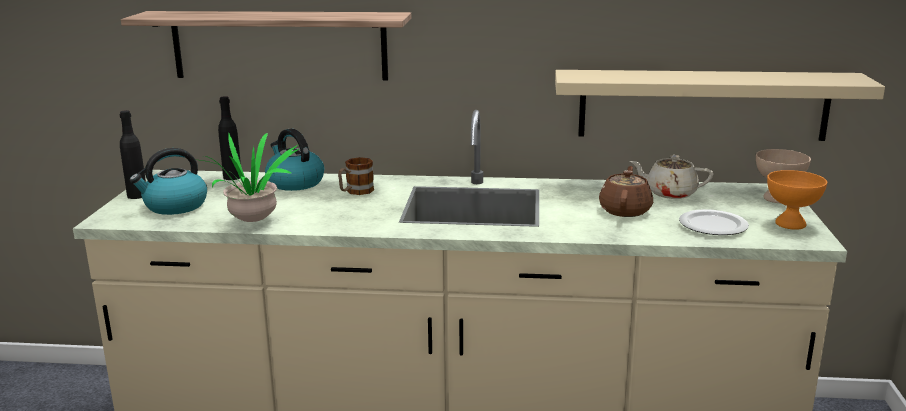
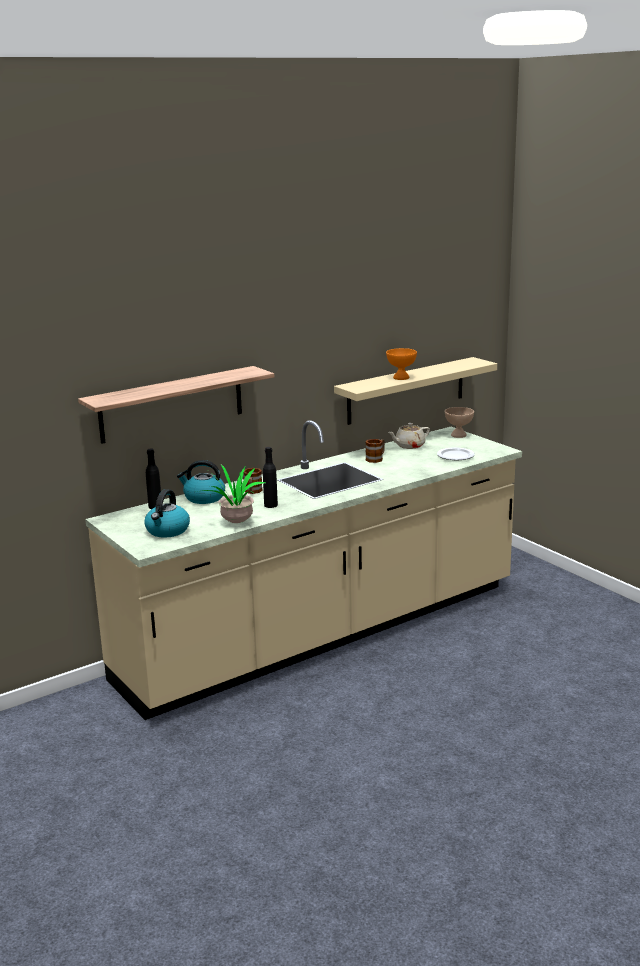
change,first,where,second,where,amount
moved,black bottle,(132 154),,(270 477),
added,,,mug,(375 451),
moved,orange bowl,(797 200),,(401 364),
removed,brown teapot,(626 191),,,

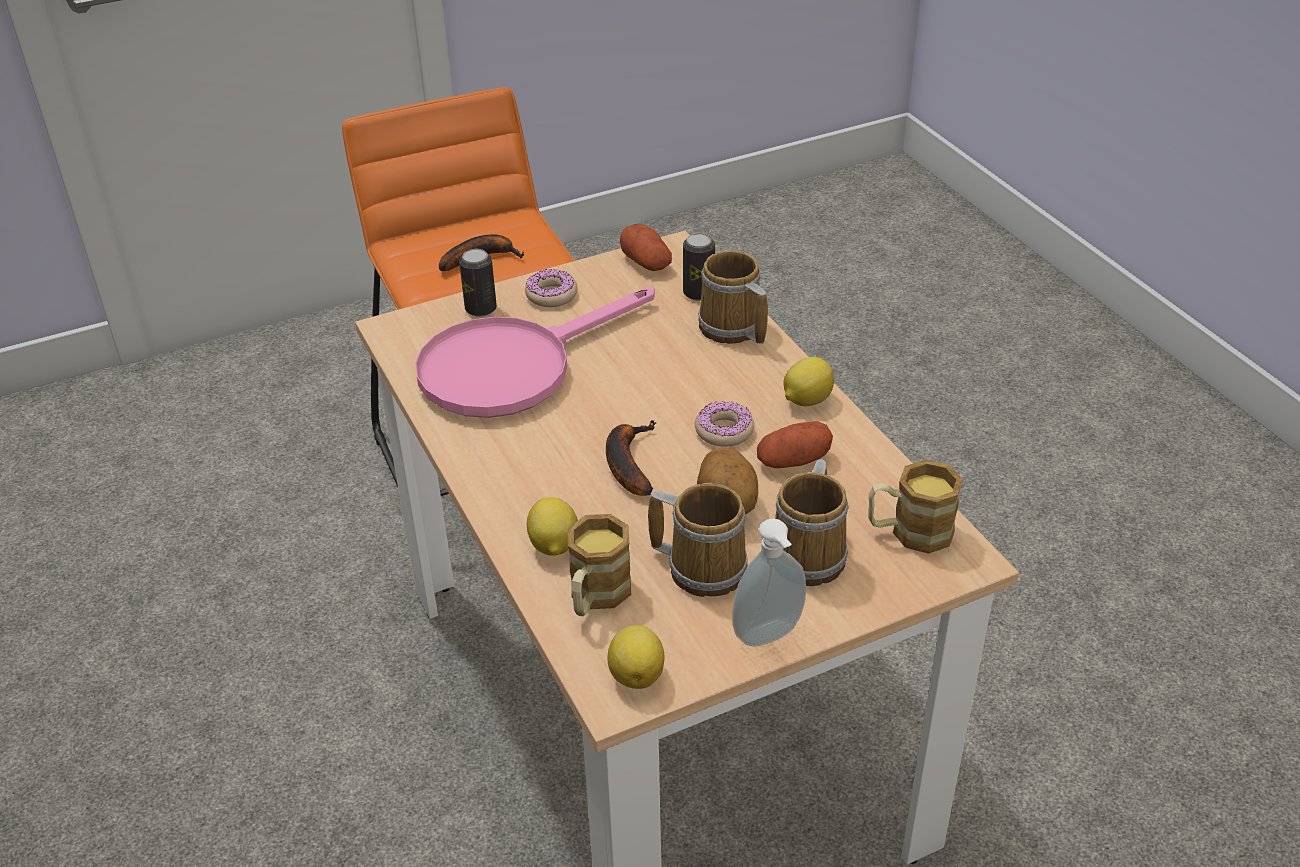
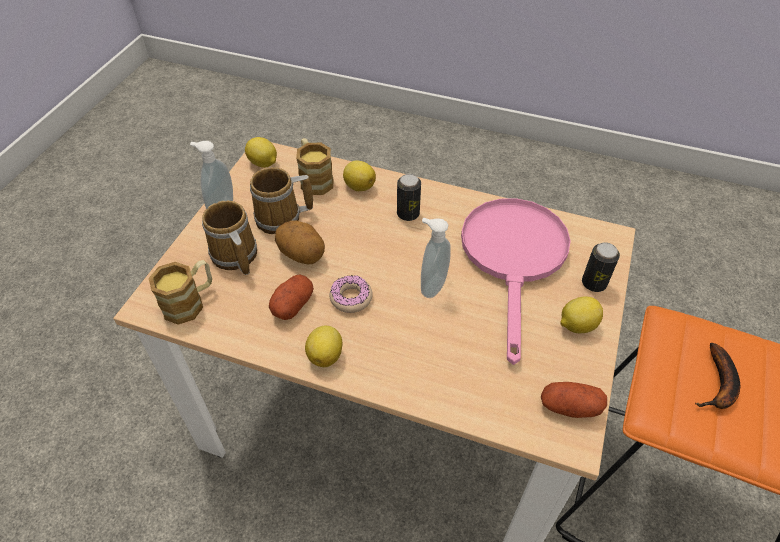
change,first,where,second,where,amount
moved,can,(699 267),,(409 197),
added,,,soap dispenser,(436 258),
replaced,donut,(551 288),lemon,(582 314),
removed,banana,(631 458),,,
removed,mug,(733 297),,,

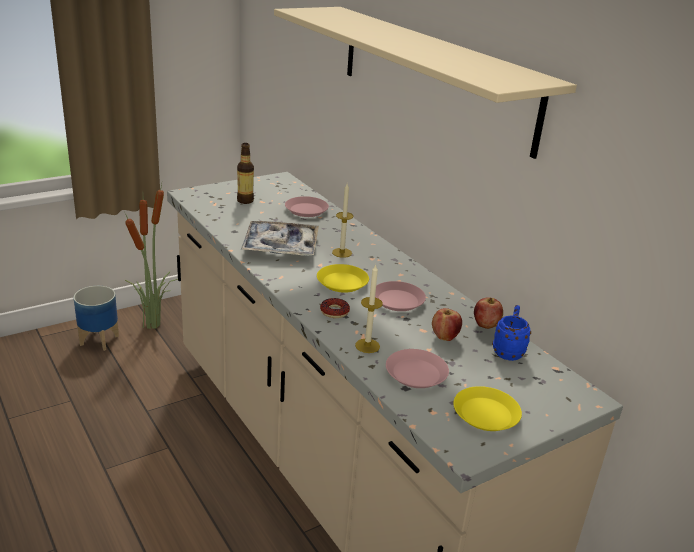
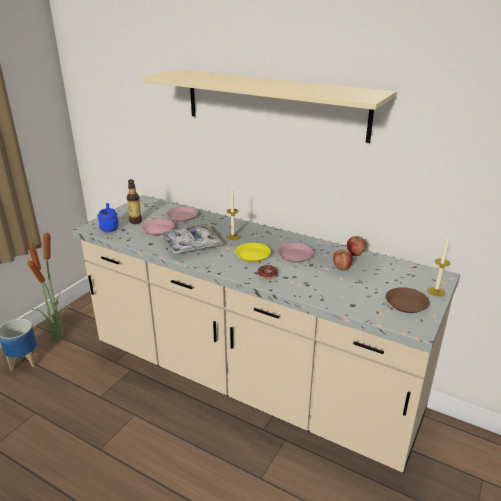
change,first,where,second,where,amount
moved,blue mug,(511 333),,(108 217),
moved,pink plate,(417 368),,(158 227),
recoloured,yellow plate,(487 408),brown plate,(407 300),
moved,candle,(369 308),,(438 266),

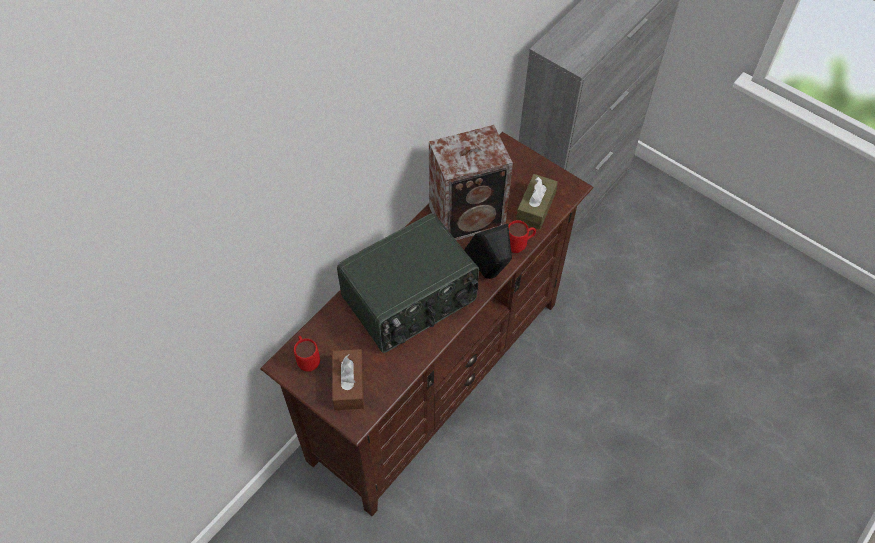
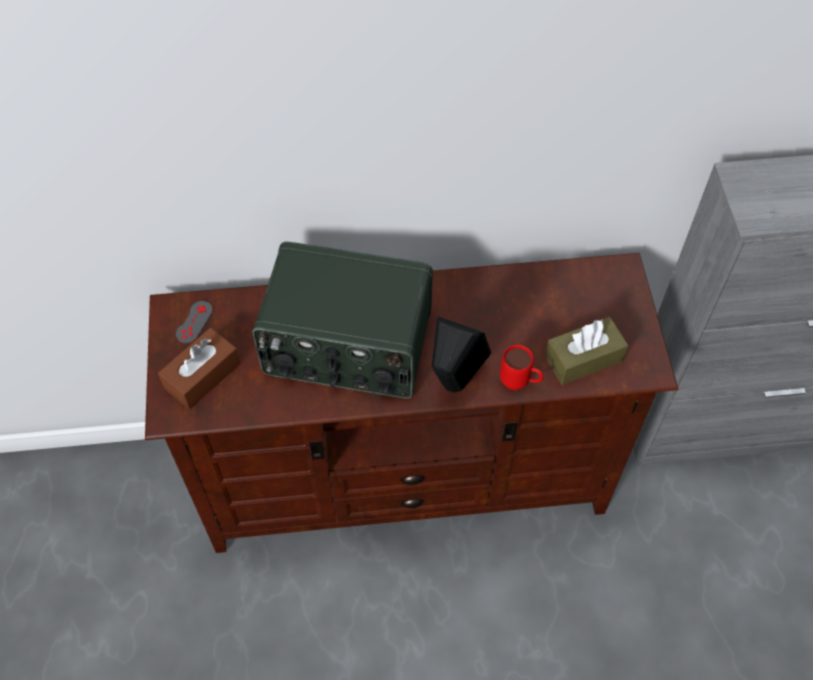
change,first,where,second,where,amount
replaced,red mug,(307 353),grey game controller,(194 322),
removed,speaker,(471 182),,,

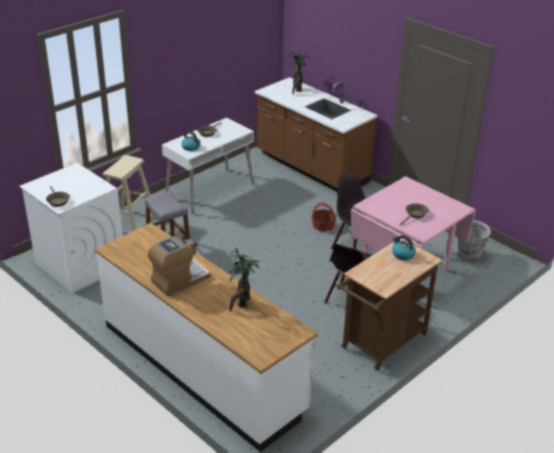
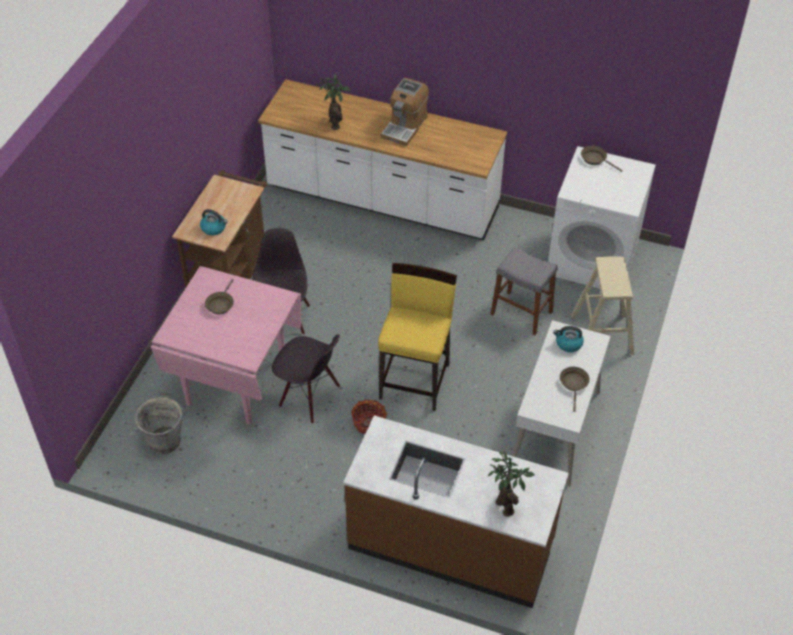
change,first,where,second,where,amount
added,,,yellow stool,(417 337),

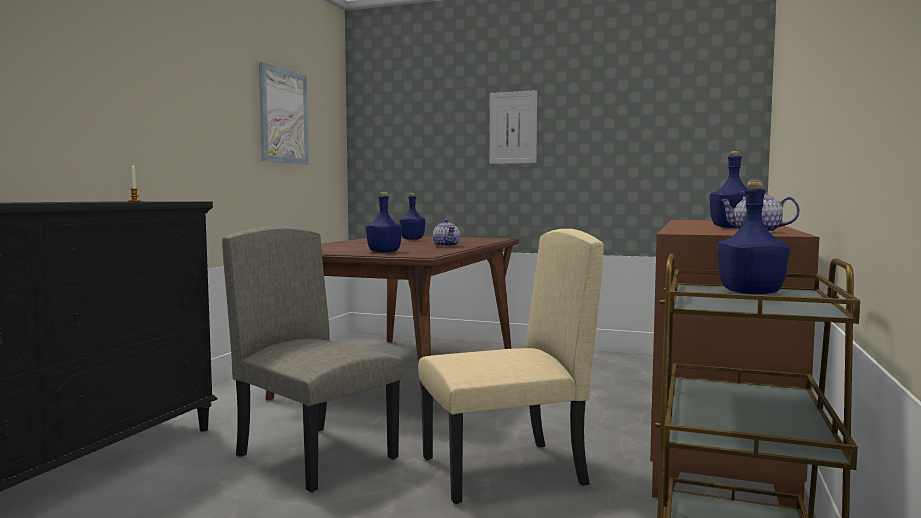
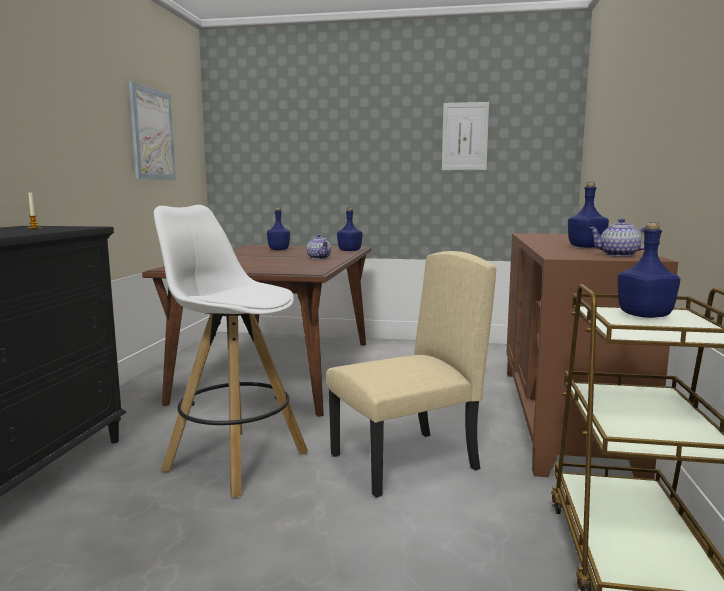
change,first,where,second,where,amount
replaced,beige chair,(312 359),white stool,(231 351),
moved,blue bottle,(384 221),,(349 229),
moved,picture,(513 127),,(465 136),

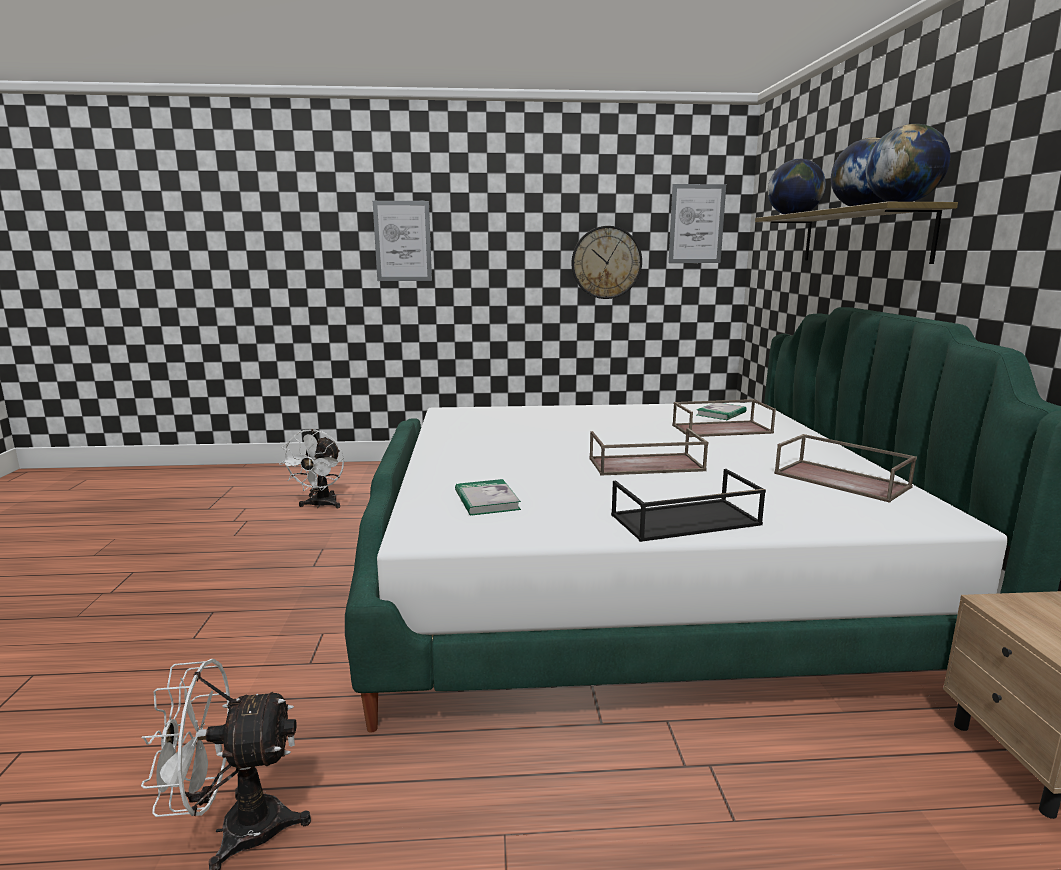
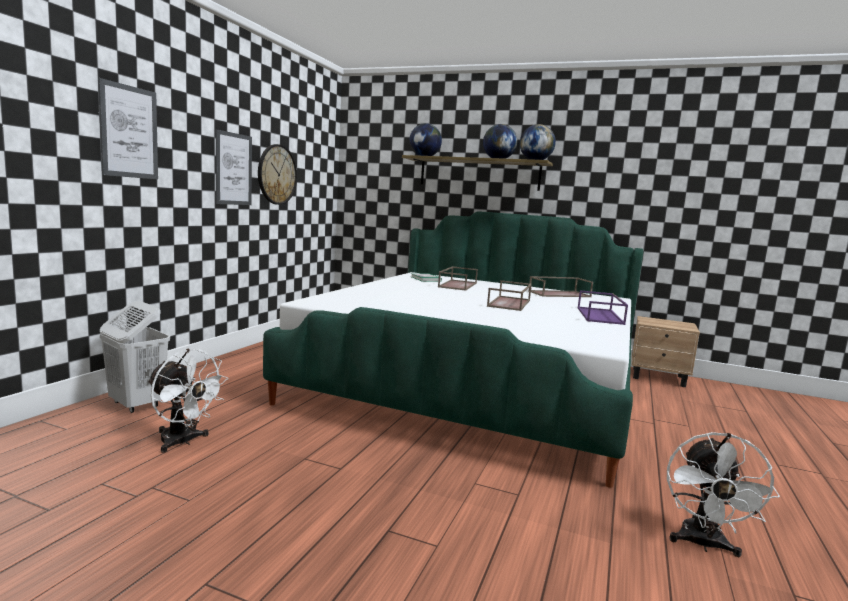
change,first,where,second,where,amount
added,,,white laundry basket,(135 357),
moved,picture,(697 223),,(234 167),
recoloured,black tray,(688 505),purple tray,(603 307),
removed,book,(488 497),,,

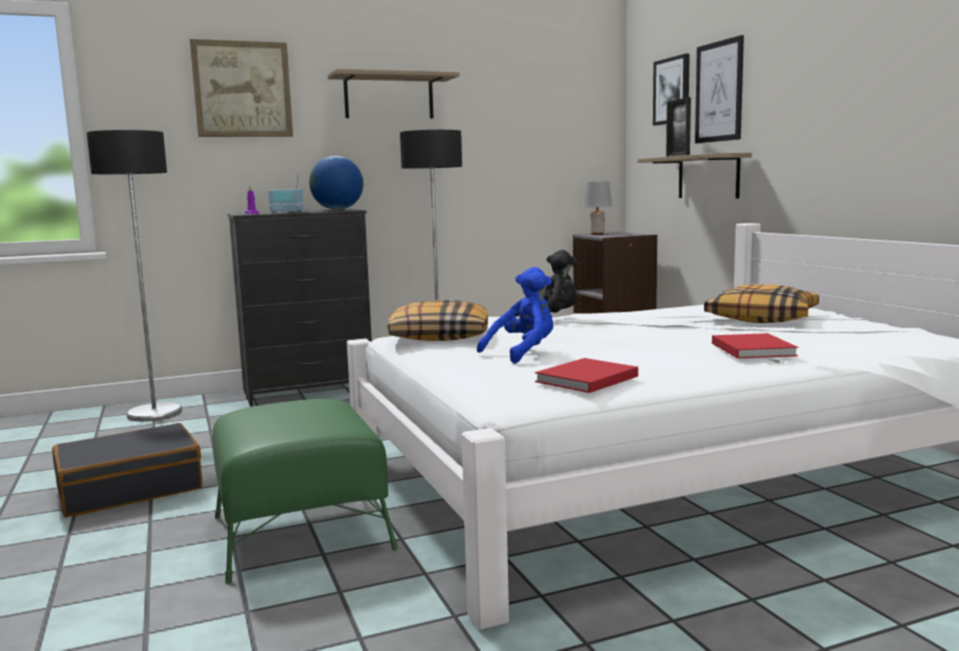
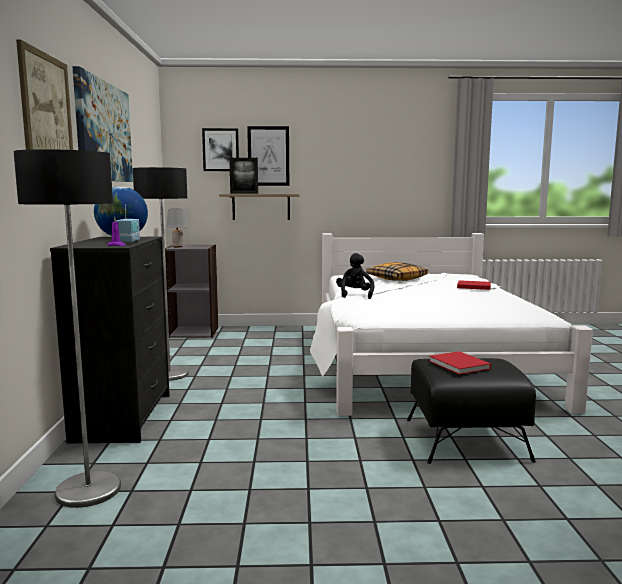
change,first,where,second,where,amount
replaced,shelf,(394 94),picture,(102 124),
recoloured,green ottoman,(305 491),black ottoman,(471 411),
moved,red book,(586 375),,(460 363),
removed,black suitcase,(127 470),,,
removed,pillow,(438 320),,,
removed,blue plush toy,(515 315),,,

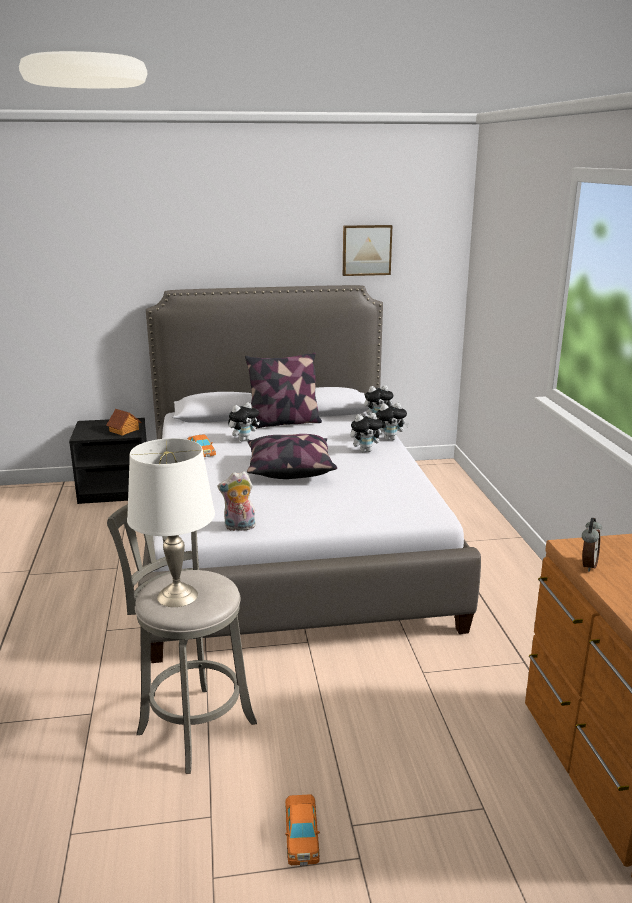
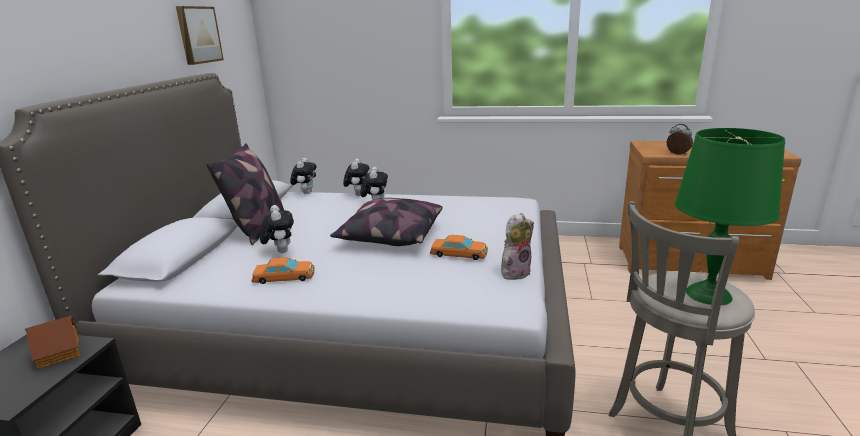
change,first,where,second,where,amount
moved,orange toy car,(302 830),,(459 247),
turned,plush toy,(236 501),,(517 246),135 degrees counterclockwise
recoloured,white table lamp,(171 522),green table lamp,(730 216),

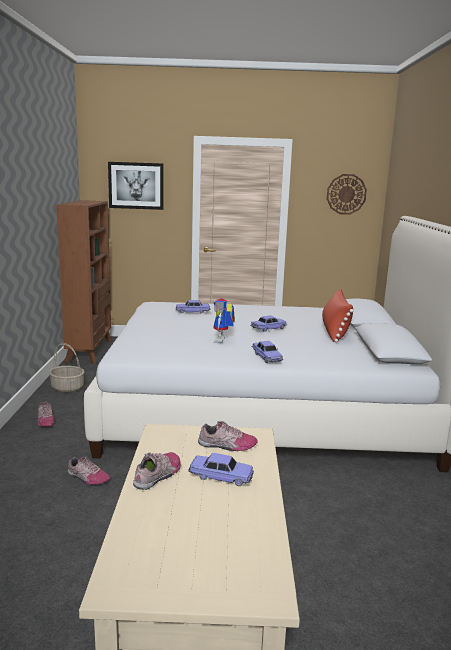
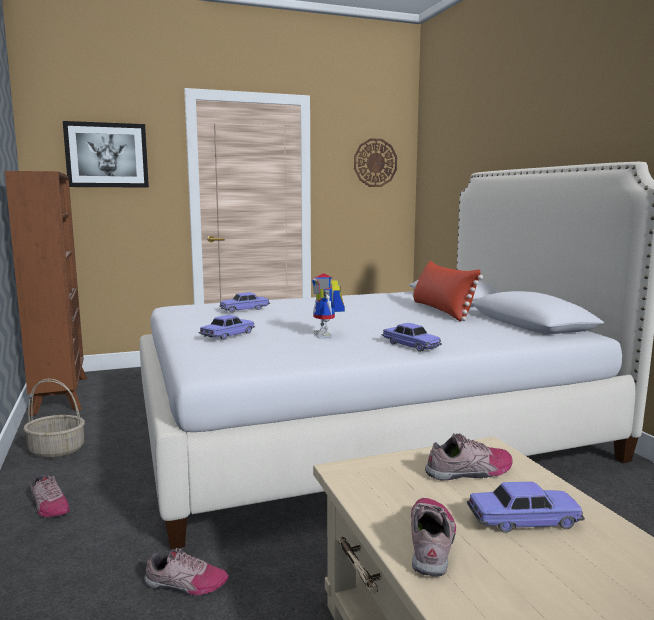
change,first,where,second,where,amount
moved,toy car,(268 324),,(227 327),

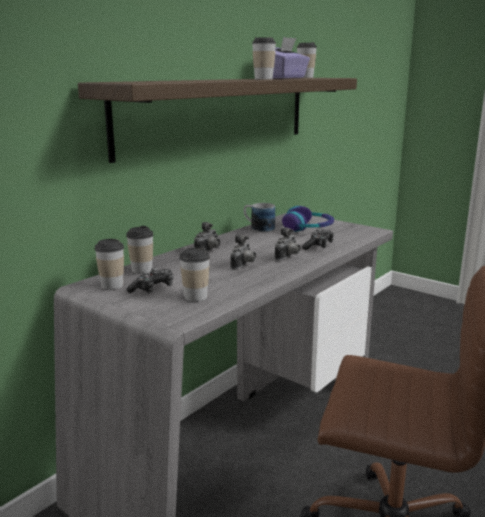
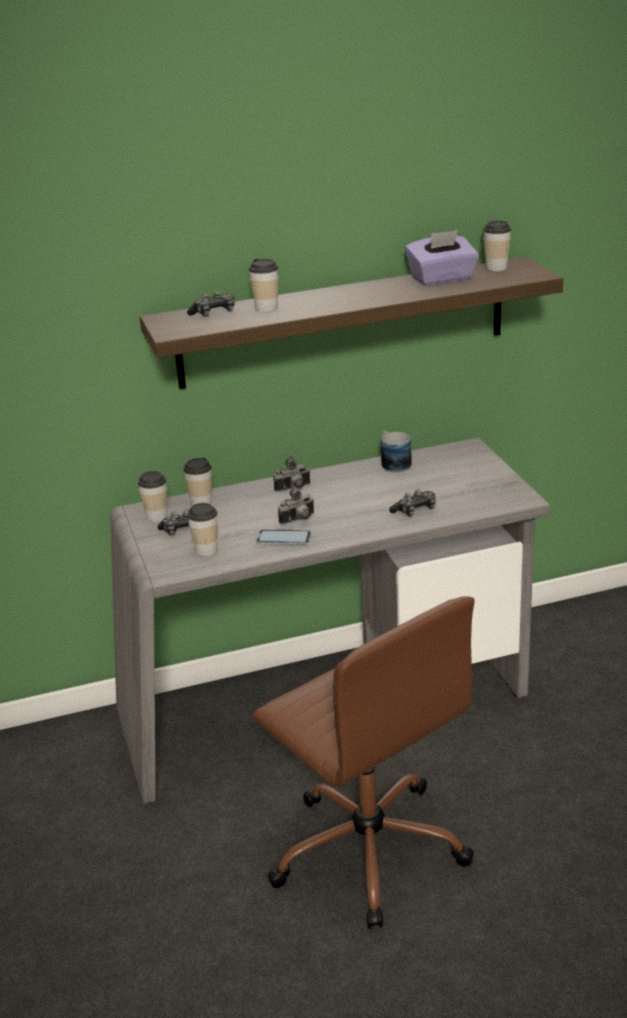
change,first,where,second,where,amount
added,,,game controller,(211 304),
moved,cup,(264 58),,(264 286),
added,,,phone,(283 537),
removed,photo camera,(287 244),,,
removed,headphones,(308 219),,,

